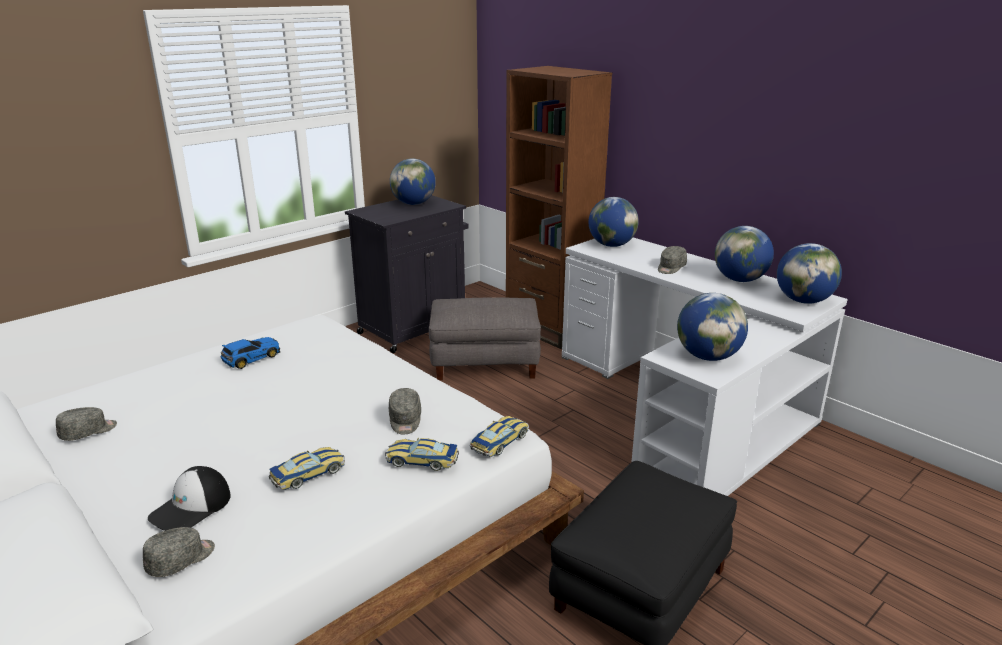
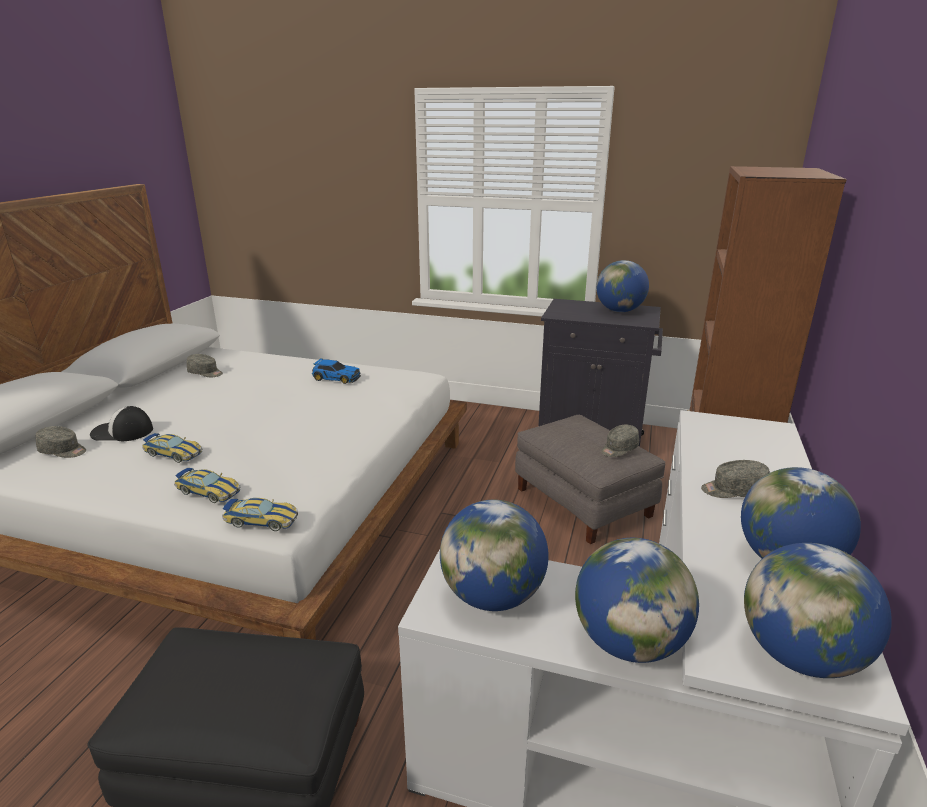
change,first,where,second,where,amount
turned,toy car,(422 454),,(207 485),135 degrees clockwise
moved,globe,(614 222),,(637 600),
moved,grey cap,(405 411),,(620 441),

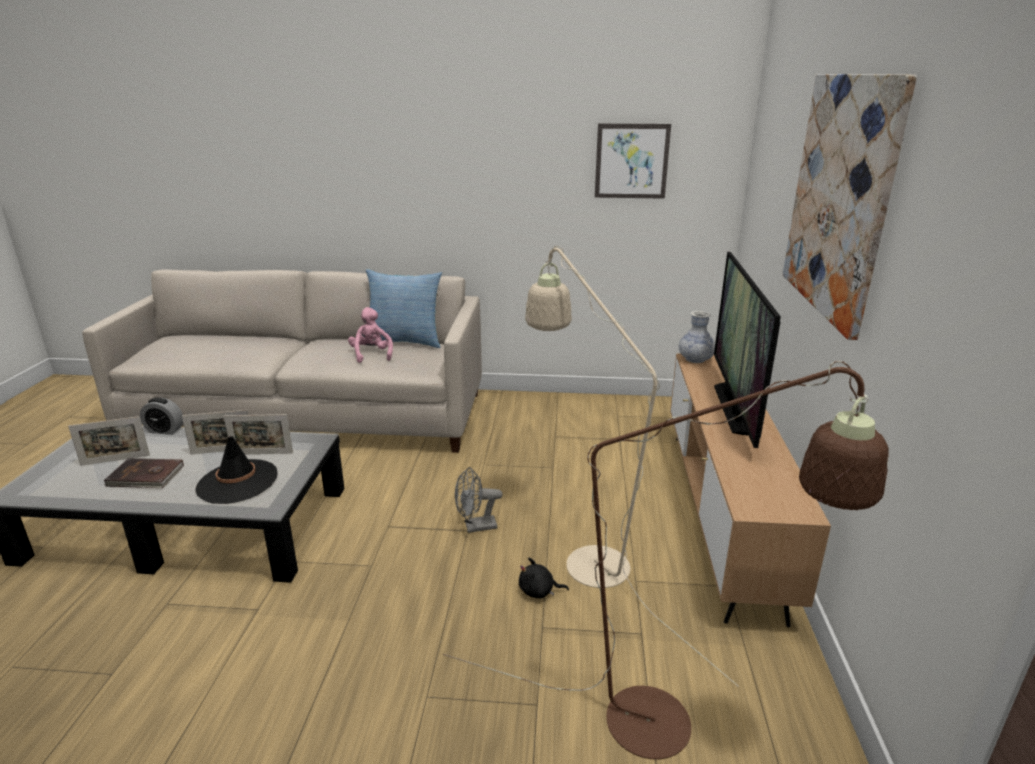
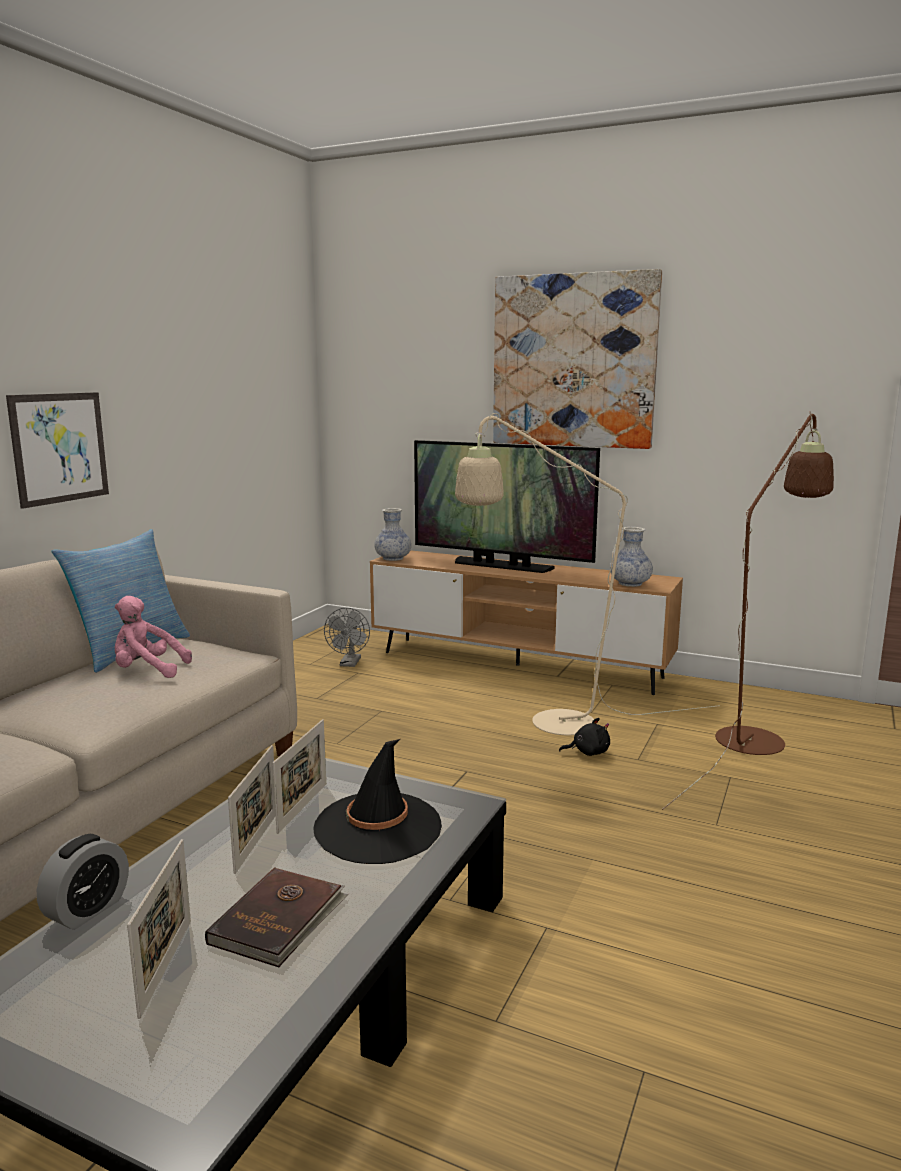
change,first,where,second,where,amount
moved,picture,(633 161),,(57 450),
moved,grey fan,(478 500),,(347 637),
turned,black plush toy,(544 578),,(584 737),120 degrees counterclockwise
added,,,vase,(631 557),

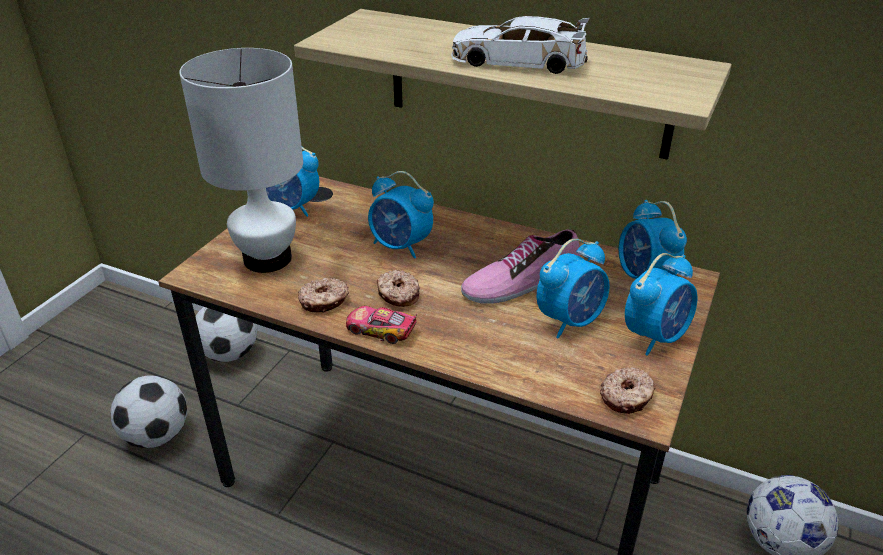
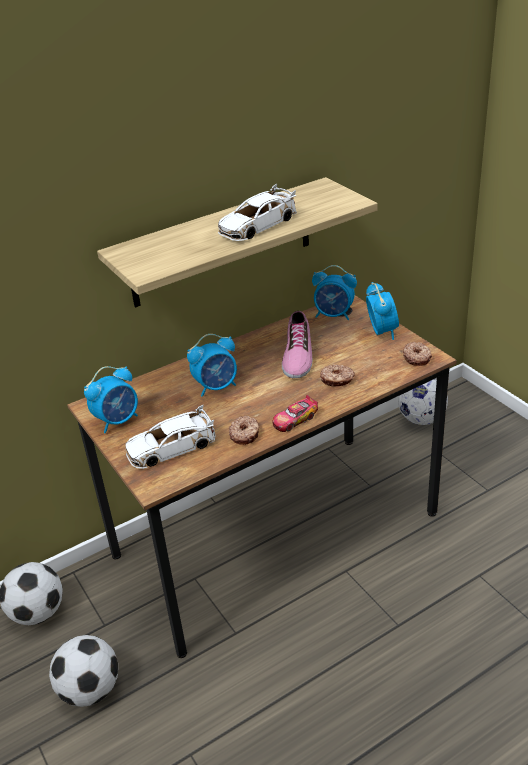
change,first,where,second,where,amount
replaced,white table lamp,(241 160),white toy car,(170 437),
moved,donut,(398 288),,(337 376),
removed,alarm clock,(573 289),,,

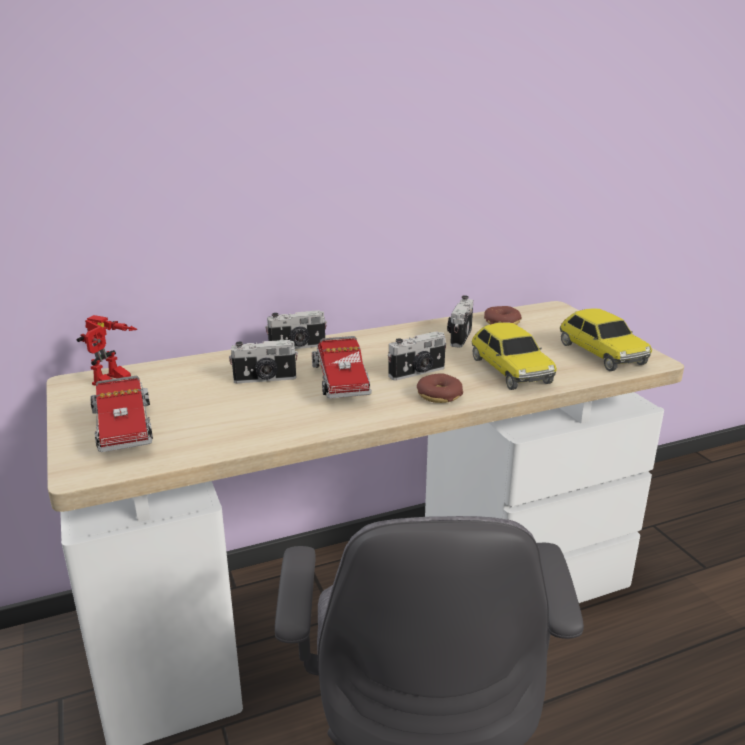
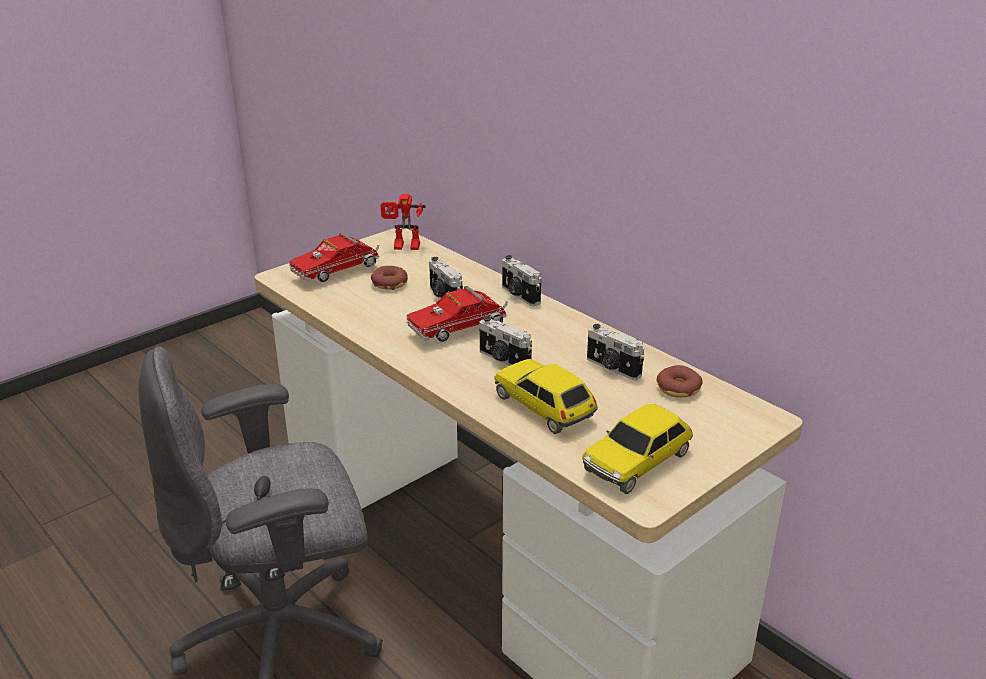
change,first,where,second,where,amount
moved,donut,(440 388),,(389 278),
turned,toy car,(514 356),,(546 396),90 degrees clockwise
turned,photo camera,(460 321),,(615 352),135 degrees counterclockwise

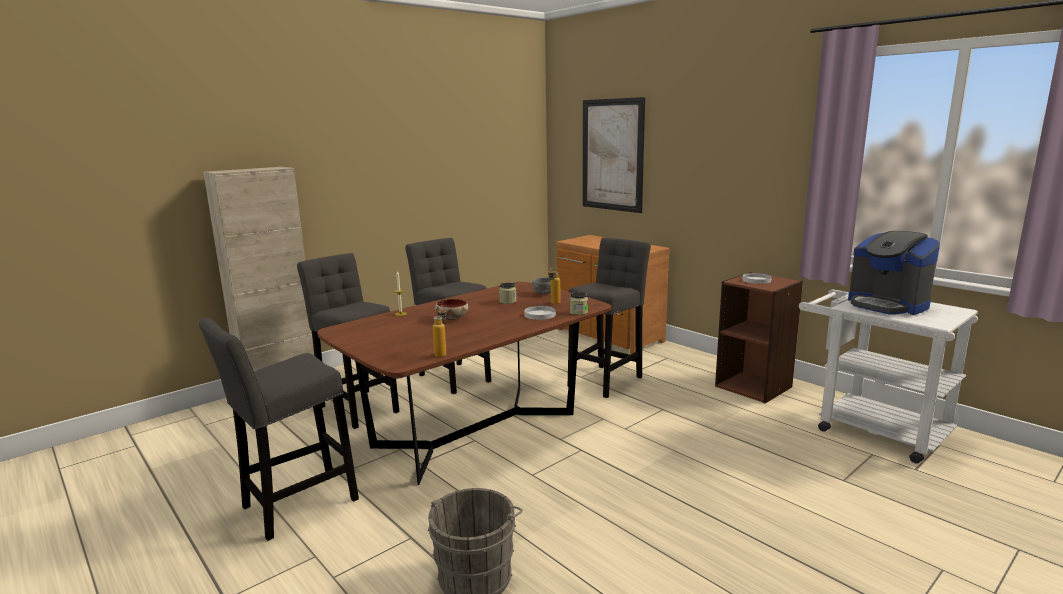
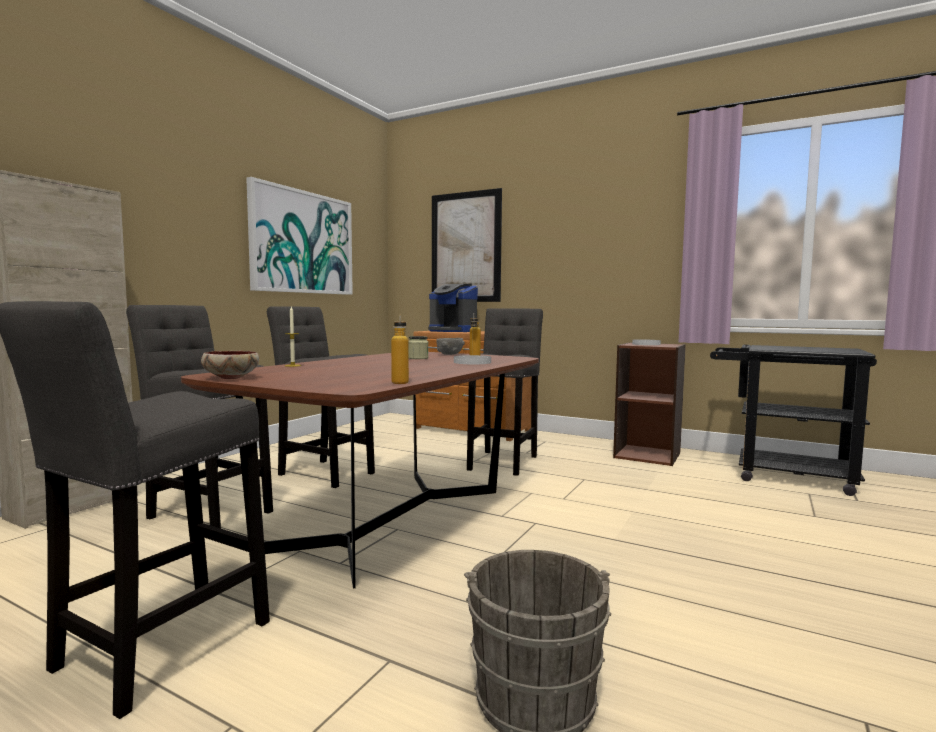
change,first,where,second,where,amount
moved,bowl,(451 309),,(230 365),
added,,,picture,(299 236),
moved,coffee machine,(894 273),,(453 308),
recoloured,white cart,(888 377),black cart,(793 420),
removed,jar,(579 303),,,

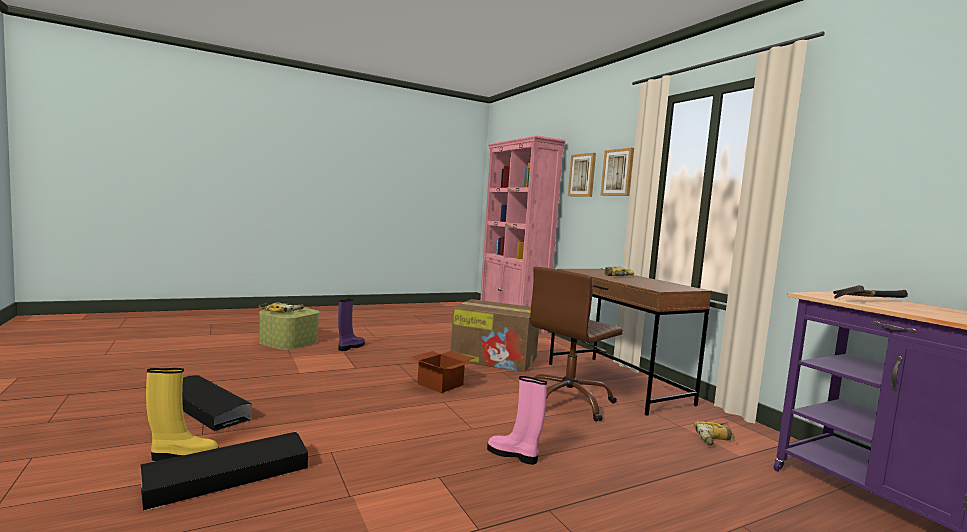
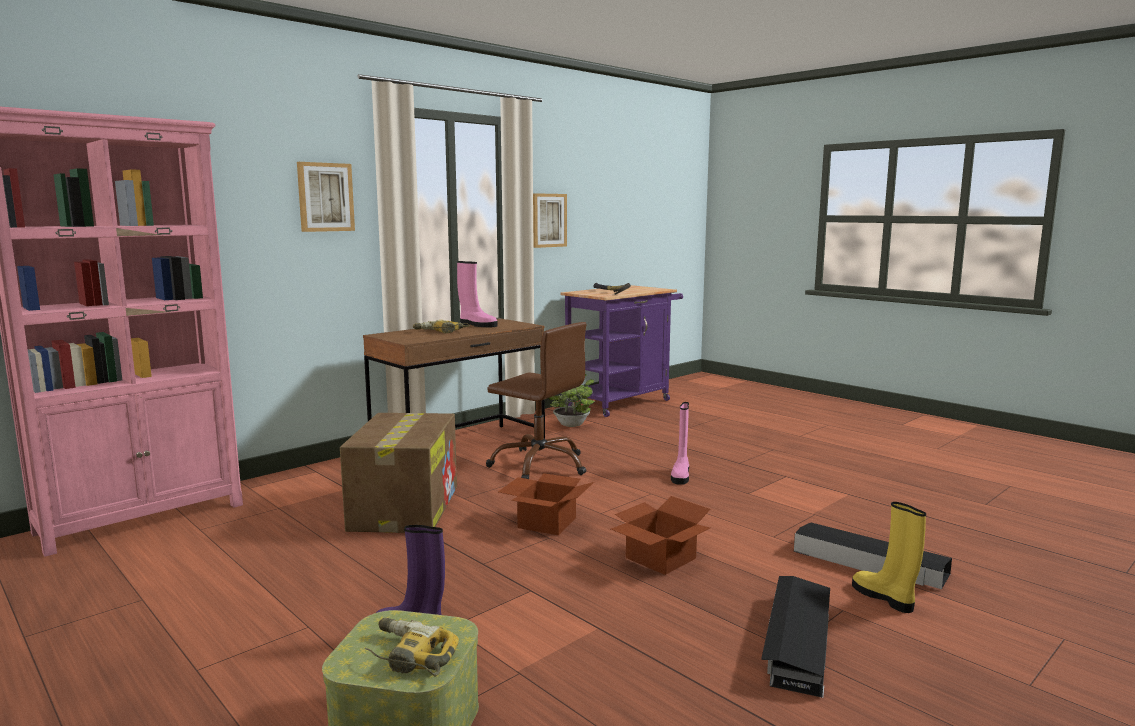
change,first,where,second,where,amount
added,,,pink boot,(477 294),
moved,picture,(582 175),,(550 220),
replaced,power drill,(714 433),potted plant,(571 400),
added,,,cardboard box,(661 535),

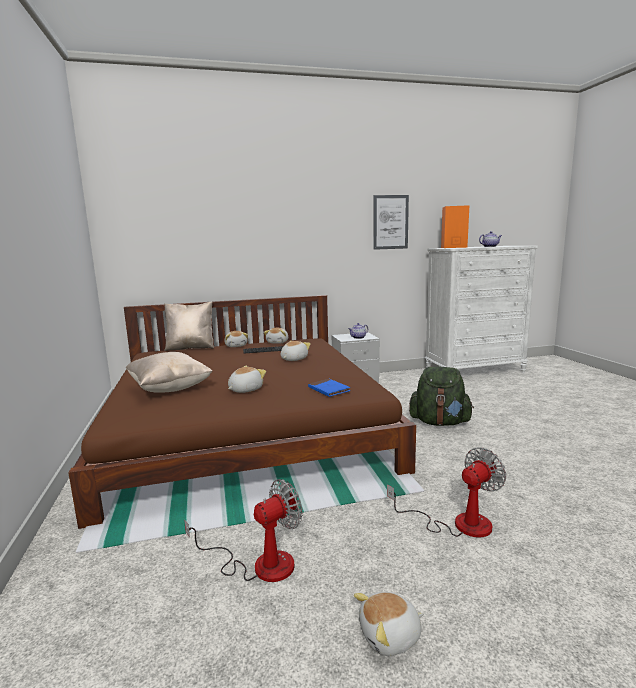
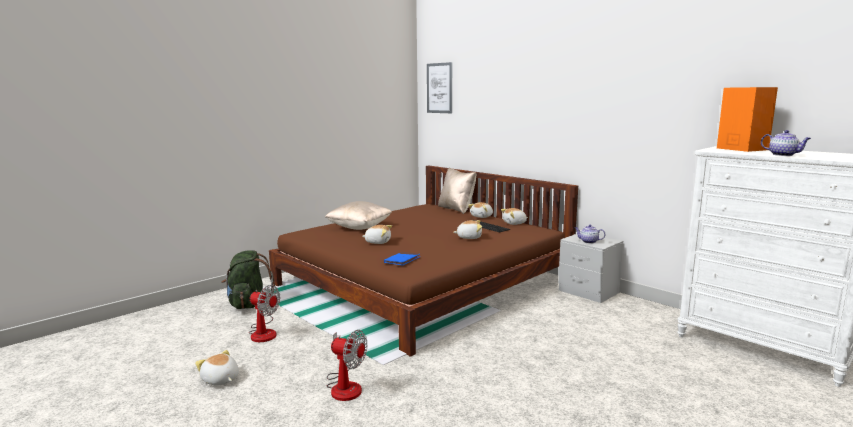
change,first,where,second,where,amount
moved,green backpack,(441 396),,(248 279),
moved,picture,(391 222),,(439 87),

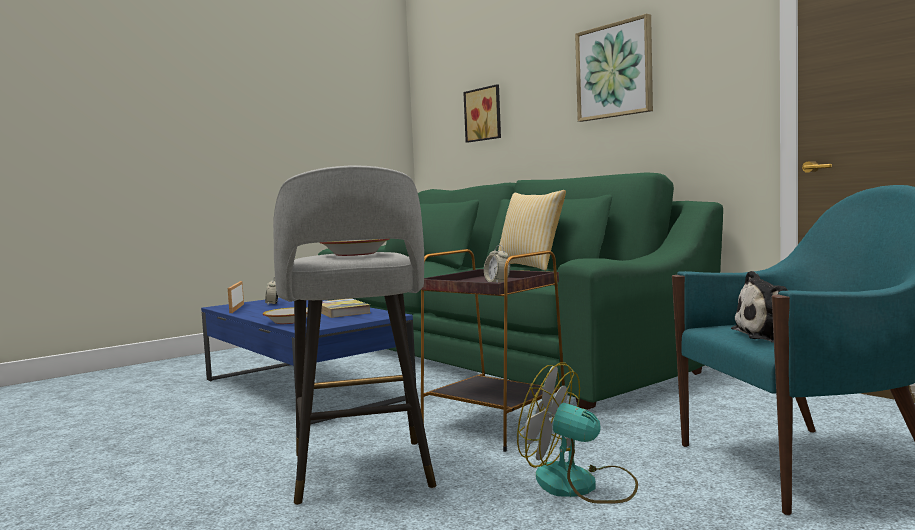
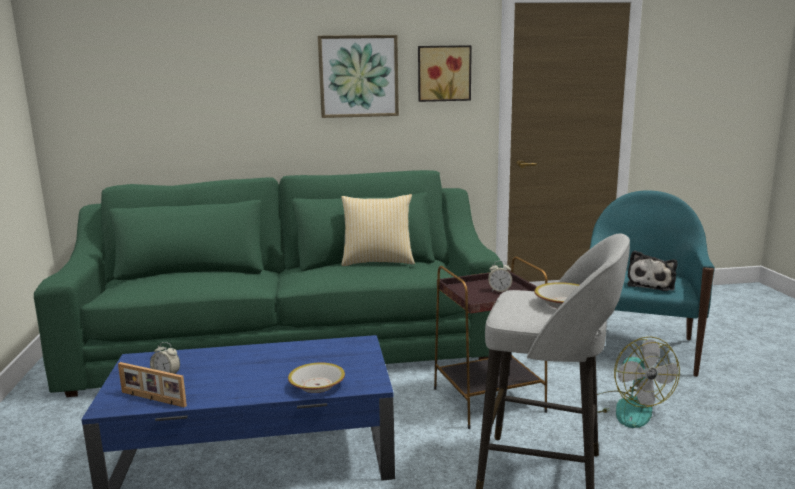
change,first,where,second,where,amount
moved,picture,(482 113),,(445 73),
turned,fan,(577 433),,(638 382),75 degrees counterclockwise
removed,book,(345 308),,,

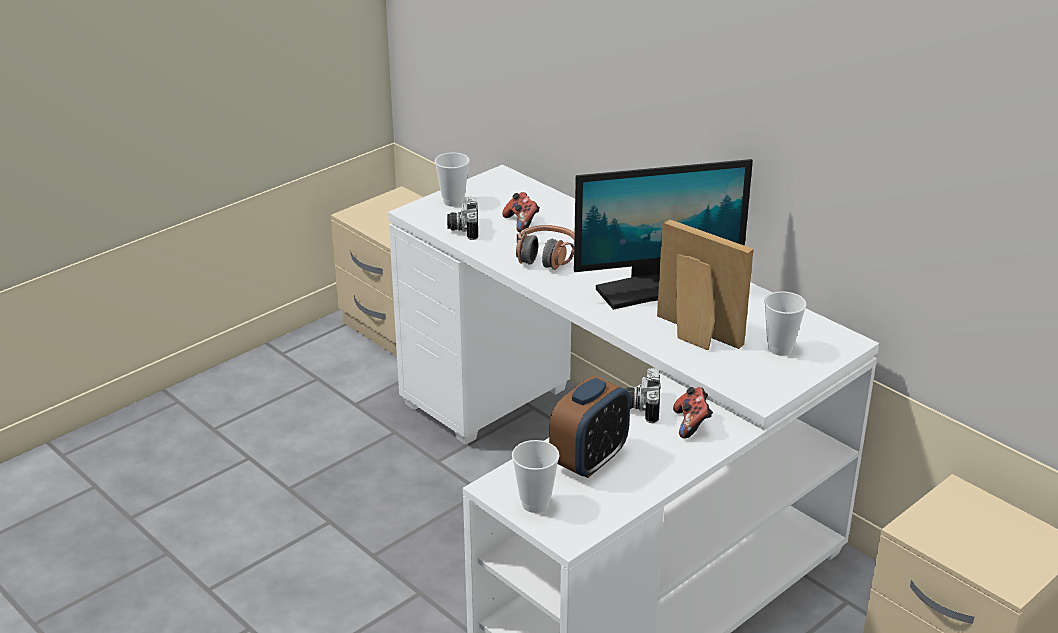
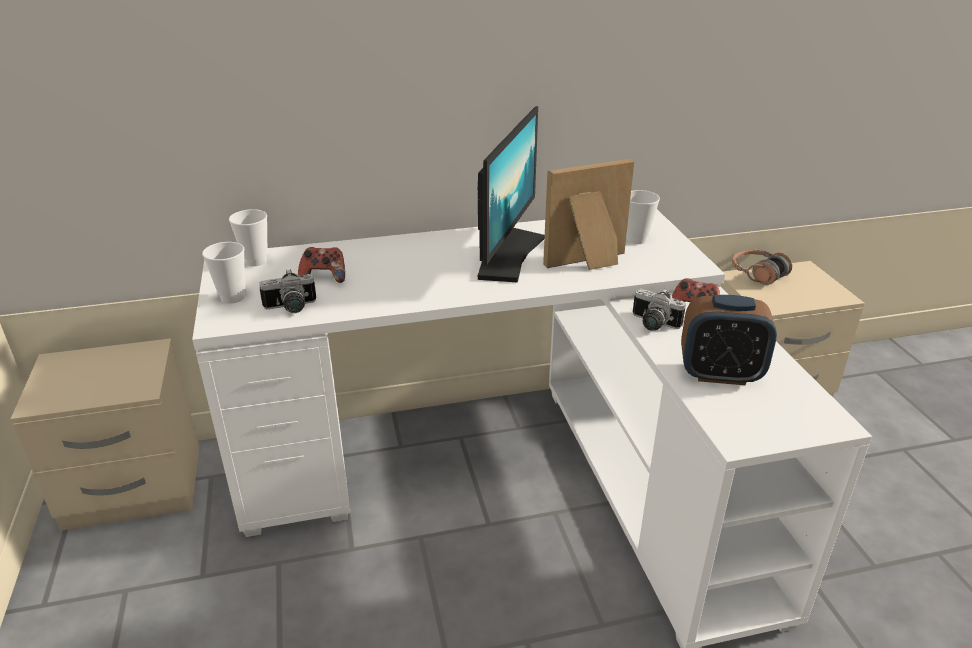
change,first,where,second,where,amount
moved,cup,(536 476),,(248 237),
turned,photo camera,(462 218),,(287 291),45 degrees counterclockwise
turned,alarm clock,(589 427),,(729 340),120 degrees clockwise
moved,headphones,(545 247),,(762 267),

